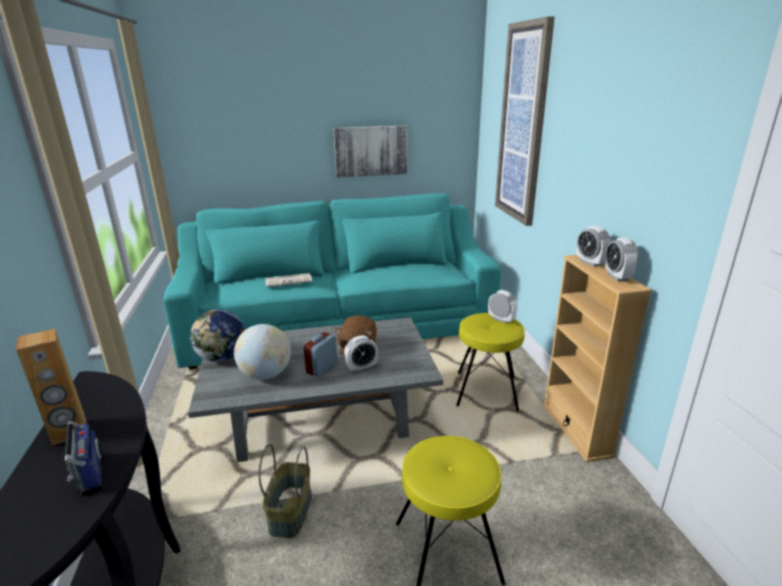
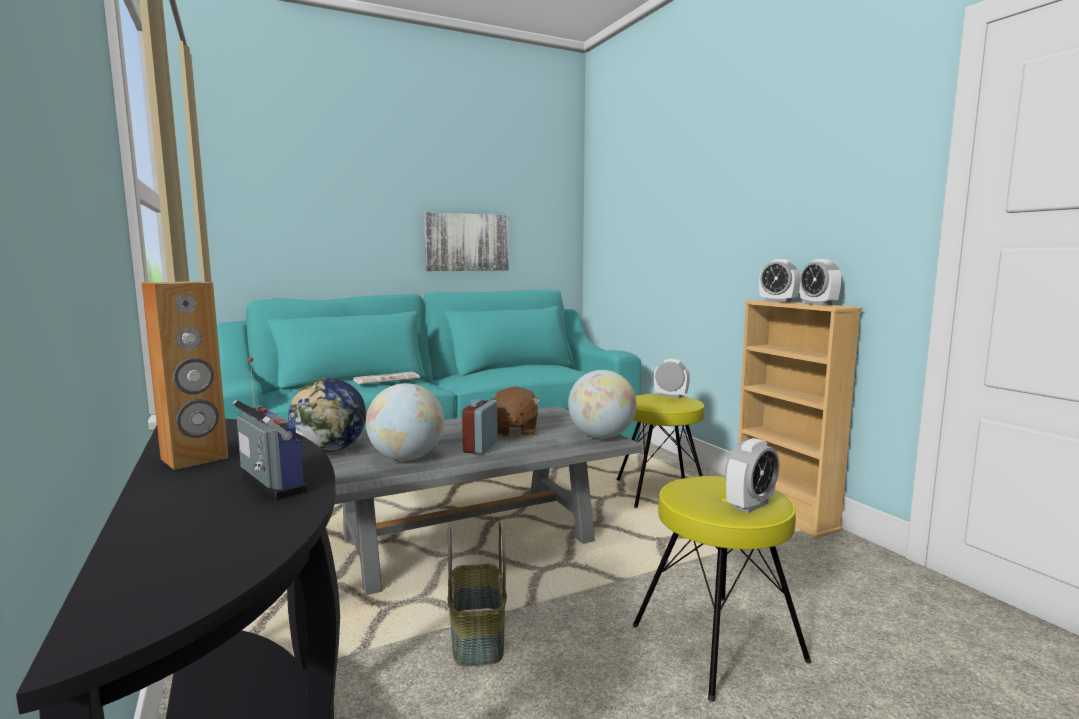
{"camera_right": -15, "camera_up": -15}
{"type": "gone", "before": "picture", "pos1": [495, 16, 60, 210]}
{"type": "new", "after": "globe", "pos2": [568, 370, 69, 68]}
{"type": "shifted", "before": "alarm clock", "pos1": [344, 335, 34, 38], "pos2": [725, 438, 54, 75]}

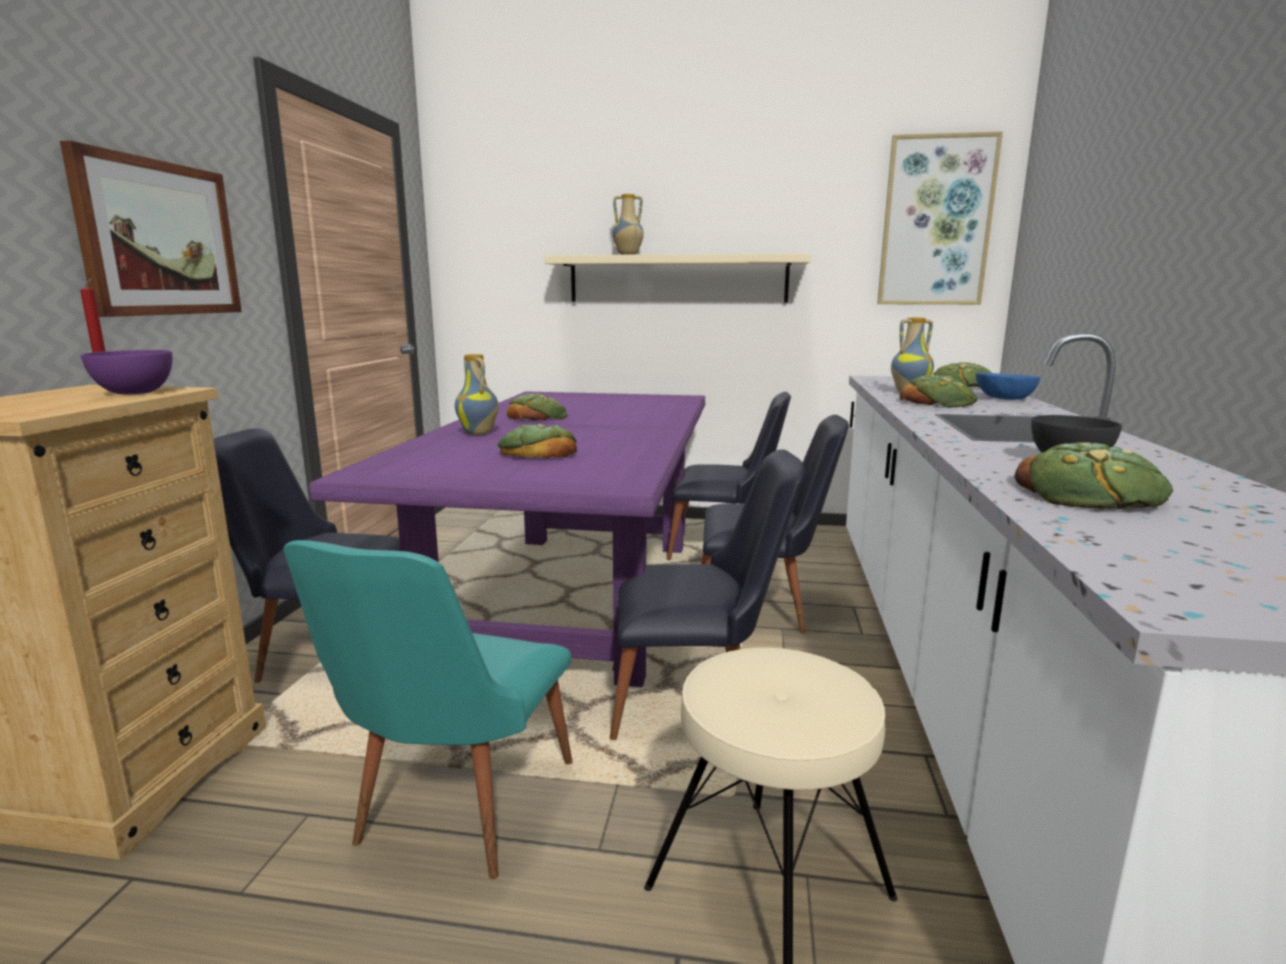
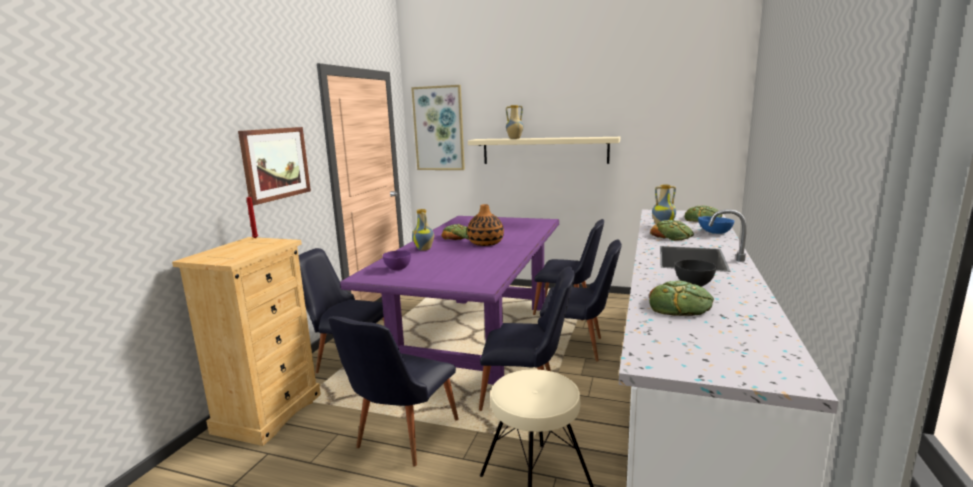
{"camera_right": 10, "camera_up": 0}
{"type": "gone", "before": "bread", "pos1": [498, 424, 79, 34]}
{"type": "new", "after": "vase", "pos2": [467, 204, 37, 42]}
{"type": "shifted", "before": "bowl (purple)", "pos1": [81, 350, 91, 44], "pos2": [382, 250, 29, 20]}
{"type": "shifted", "before": "picture", "pos1": [877, 131, 126, 174], "pos2": [411, 85, 54, 85]}
{"type": "repainted", "before": "chair (turquoise)", "after": "chair (black)", "pos1": [284, 540, 288, 339], "pos2": [328, 316, 131, 150]}

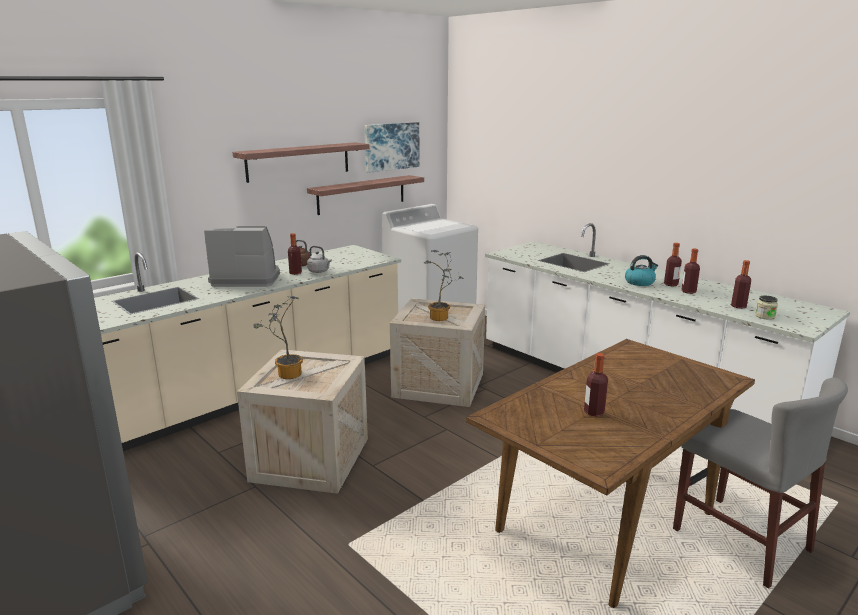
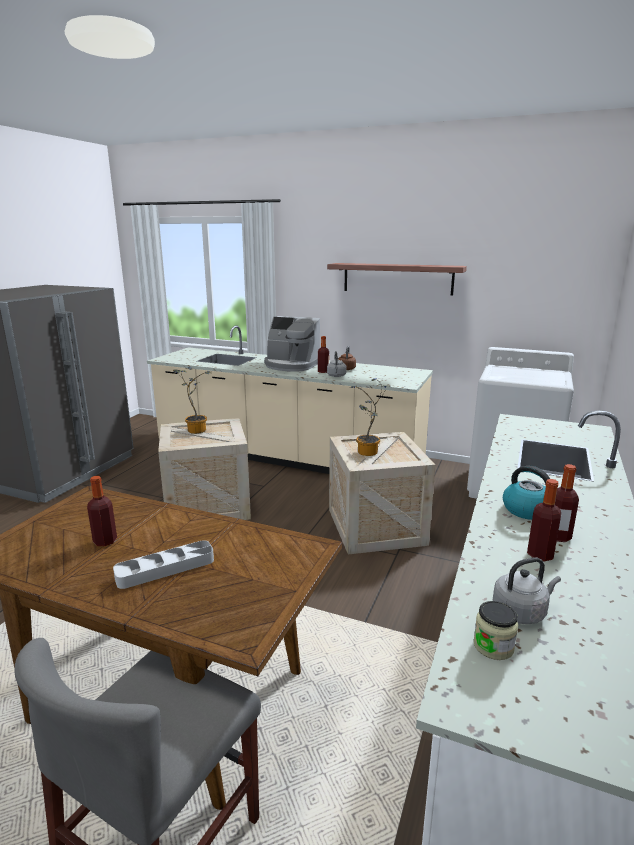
{"camera_right": 65, "camera_up": 0}
{"type": "gone", "before": "shelf", "pos1": [307, 175, 117, 40]}
{"type": "gone", "before": "picture", "pos1": [365, 122, 54, 51]}
{"type": "new", "after": "tray (grey)", "pos2": [113, 540, 101, 49]}
{"type": "swapped", "before": "bottle", "after": "kettle (grey)", "pos1": [731, 260, 20, 49], "pos2": [493, 557, 68, 67]}
{"type": "rotated", "before": "coffee machine", "pos1": [204, 226, 76, 61], "pos2": [264, 316, 56, 56], "turn": 135}

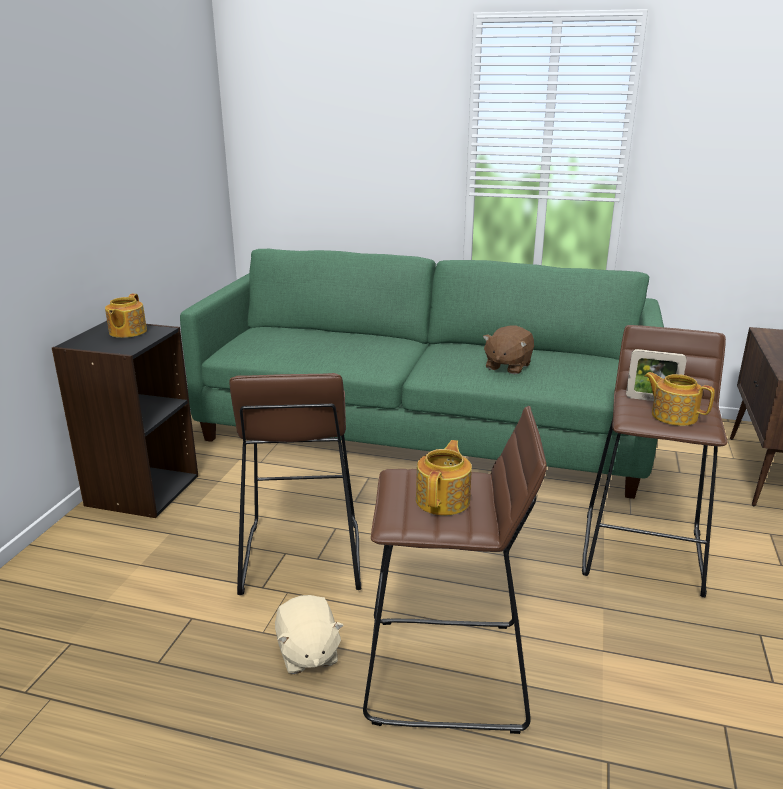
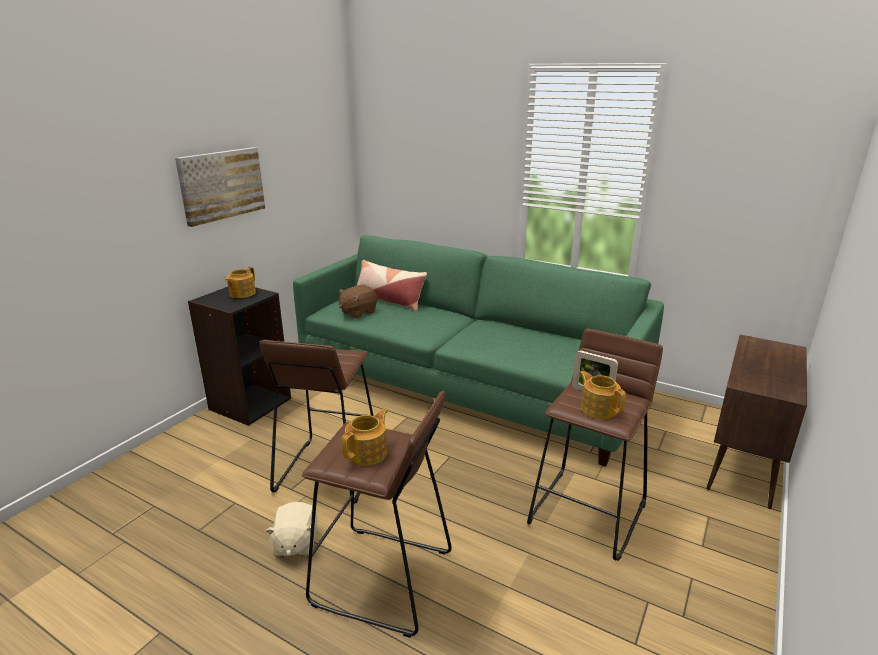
{"camera_right": 15, "camera_up": 0}
{"type": "new", "after": "picture", "pos2": [175, 147, 90, 80]}
{"type": "new", "after": "pillow", "pos2": [357, 260, 70, 52]}
{"type": "shifted", "before": "plush toy (brown)", "pos1": [483, 325, 51, 49], "pos2": [339, 285, 38, 33]}

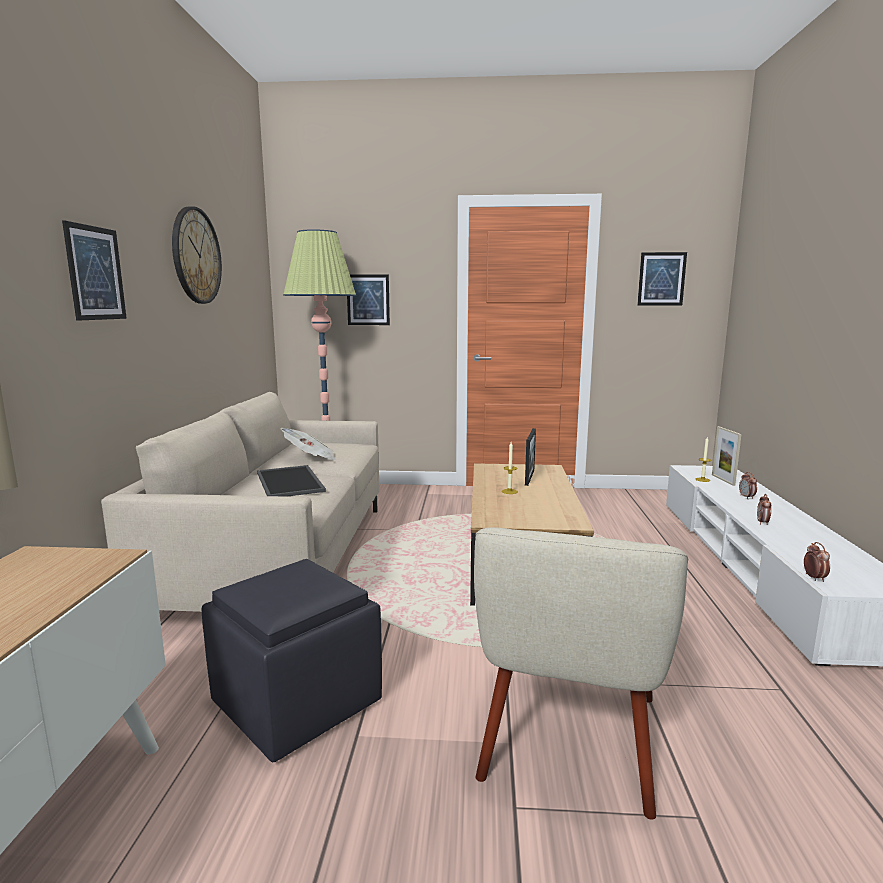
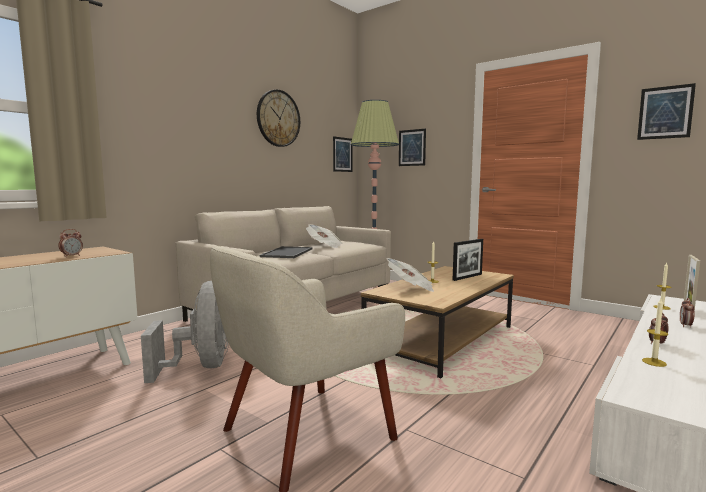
{"camera_right": 35, "camera_up": -5}
{"type": "new", "after": "newspaper", "pos2": [386, 258, 48, 34]}
{"type": "new", "after": "candle", "pos2": [642, 299, 26, 68]}
{"type": "shifted", "before": "picture", "pos1": [62, 220, 65, 101], "pos2": [333, 136, 19, 36]}
{"type": "shifted", "before": "alarm clock", "pos1": [804, 542, 26, 40], "pos2": [58, 229, 25, 28]}
{"type": "swapped", "before": "ottoman (black)", "after": "fan (grey)", "pos1": [202, 559, 180, 203], "pos2": [141, 281, 88, 102]}

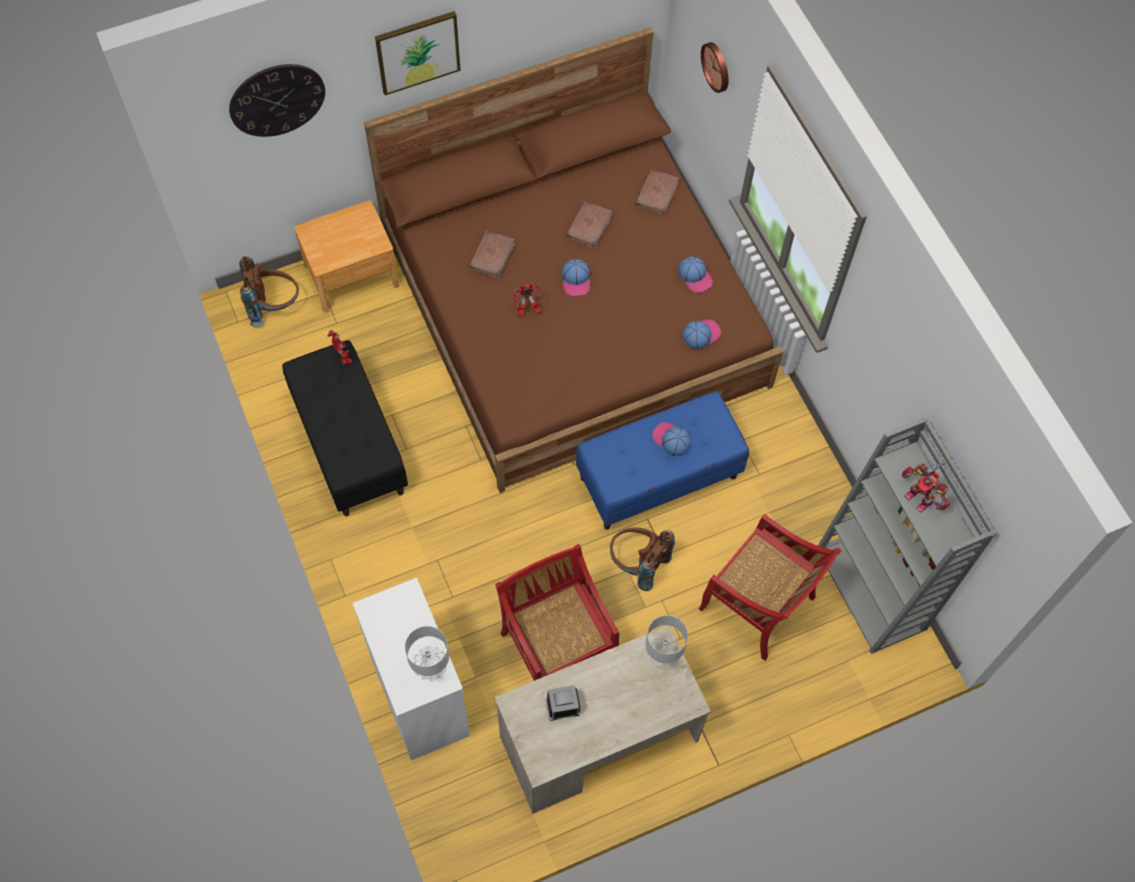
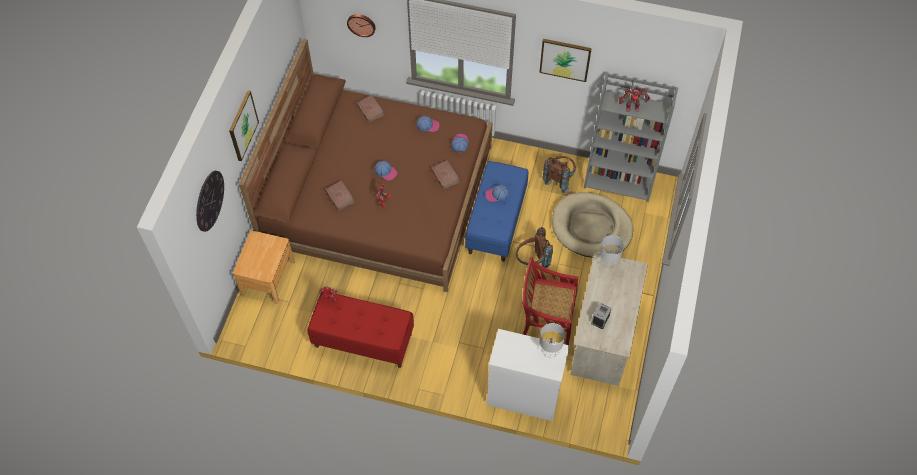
{"camera_right": -50, "camera_up": -5}
{"type": "new", "after": "picture", "pos2": [539, 39, 53, 43]}
{"type": "shifted", "before": "backpack (brown)", "pos1": [239, 256, 60, 71], "pos2": [543, 156, 33, 37]}
{"type": "shifted", "before": "book (brown)", "pos1": [566, 201, 47, 48], "pos2": [431, 160, 29, 29]}
{"type": "swapped", "before": "chair (red)", "after": "dog bed (beige)", "pos1": [699, 514, 143, 147], "pos2": [552, 192, 81, 66]}
{"type": "repainted", "before": "bench (black)", "after": "bench (red)", "pos1": [282, 340, 126, 176], "pos2": [308, 291, 106, 77]}

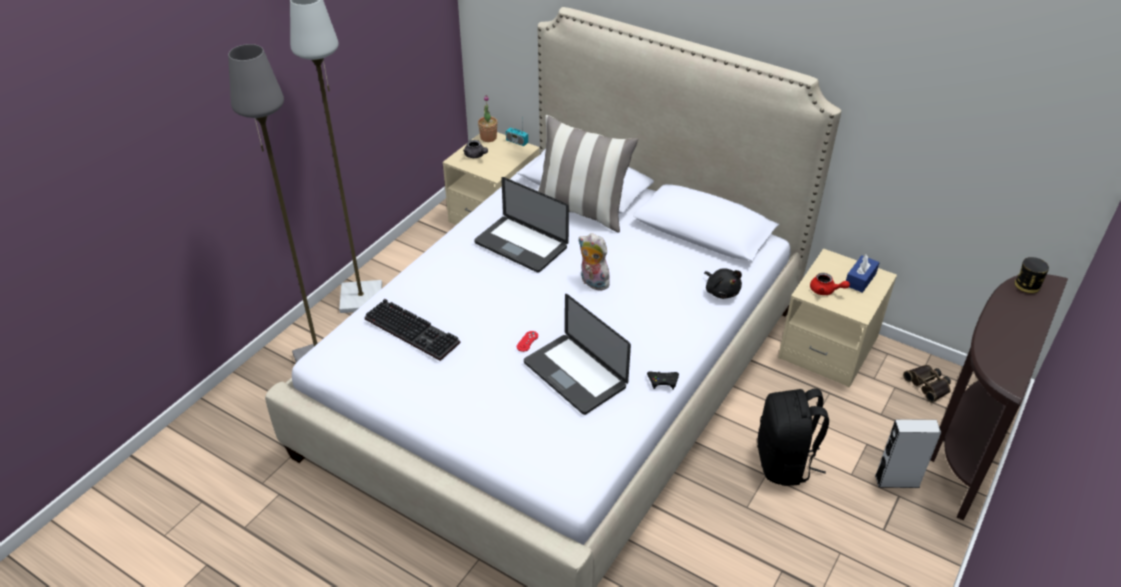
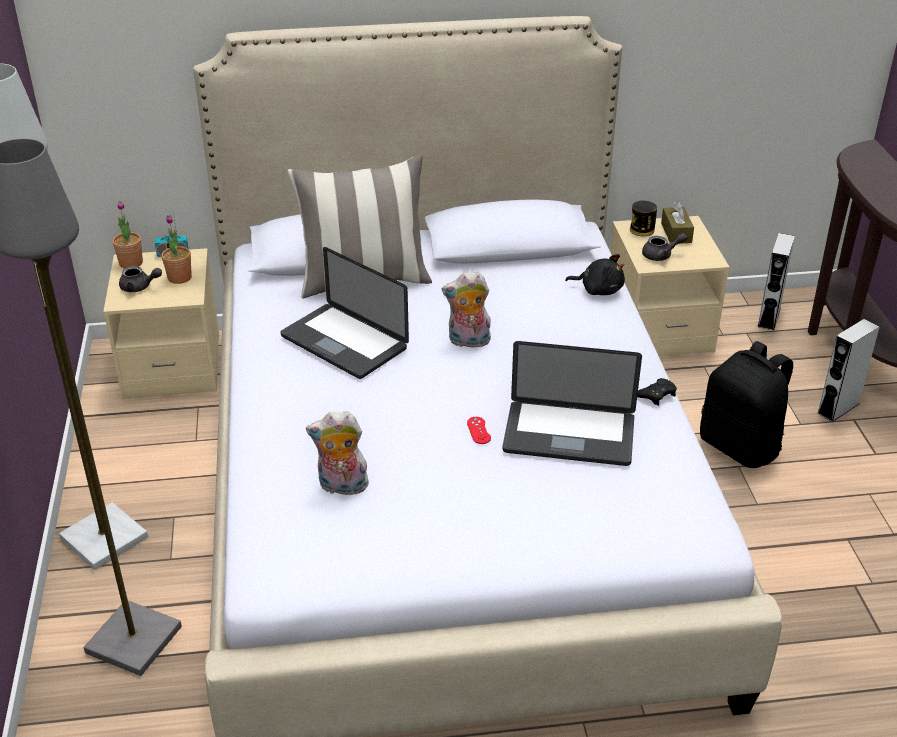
{"camera_right": -40, "camera_up": -5}
{"type": "new", "after": "potted plant", "pos2": [162, 215, 30, 69]}
{"type": "shifted", "before": "can", "pos1": [1014, 257, 35, 36], "pos2": [630, 201, 27, 35]}
{"type": "swapped", "before": "keyboard", "after": "plush toy", "pos1": [364, 299, 96, 62], "pos2": [306, 411, 63, 84]}
{"type": "swapped", "before": "binoculars", "after": "speaker (grey)", "pos1": [903, 365, 48, 38], "pos2": [757, 233, 38, 97]}
{"type": "repainted", "before": "teapot (red)", "after": "teapot (grey)", "pos1": [810, 273, 40, 22], "pos2": [642, 233, 45, 28]}
{"type": "repainted", "before": "tissue box (blue)", "after": "tissue box (brown)", "pos1": [846, 254, 34, 39], "pos2": [661, 202, 33, 41]}
{"type": "rotated", "before": "laptop", "pos1": [474, 177, 95, 96], "pos2": [280, 247, 129, 132], "turn": 45}

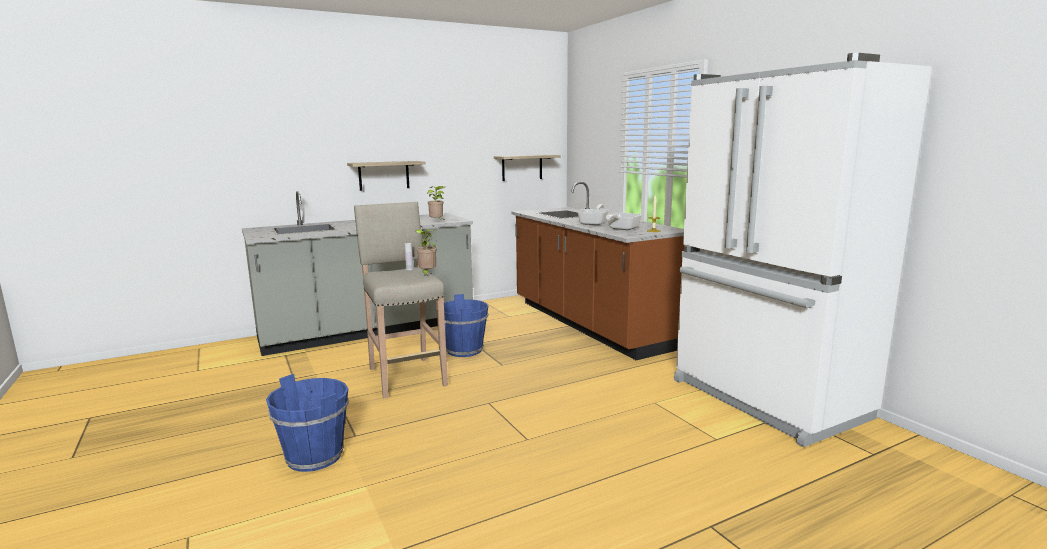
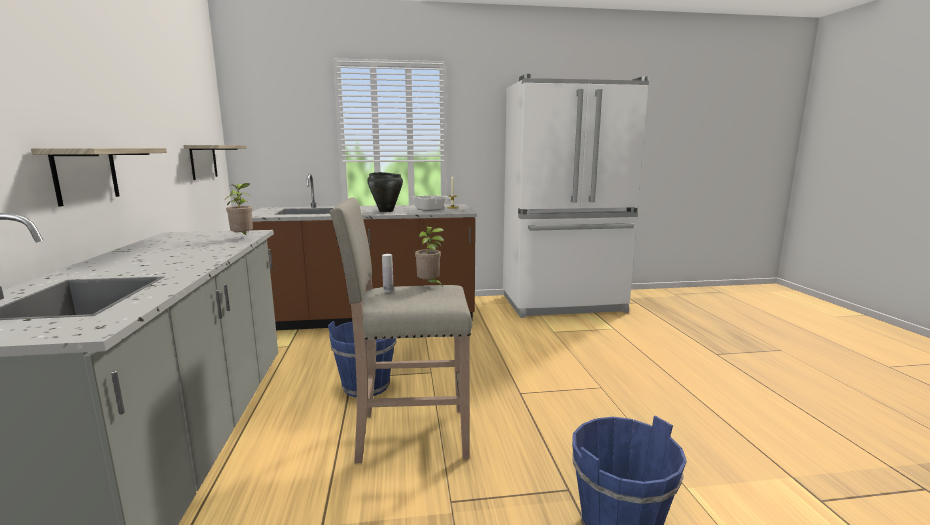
{"camera_right": -70, "camera_up": 0}
{"type": "swapped", "before": "frying pan", "after": "cooking pot (black)", "pos1": [577, 204, 32, 21], "pos2": [367, 172, 36, 40]}

